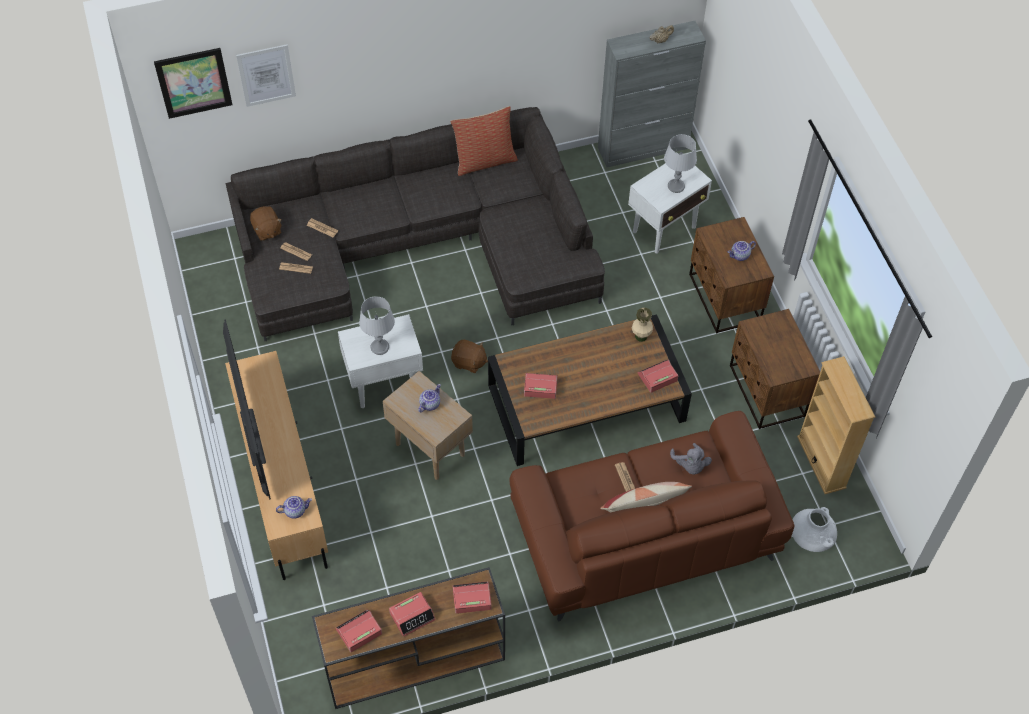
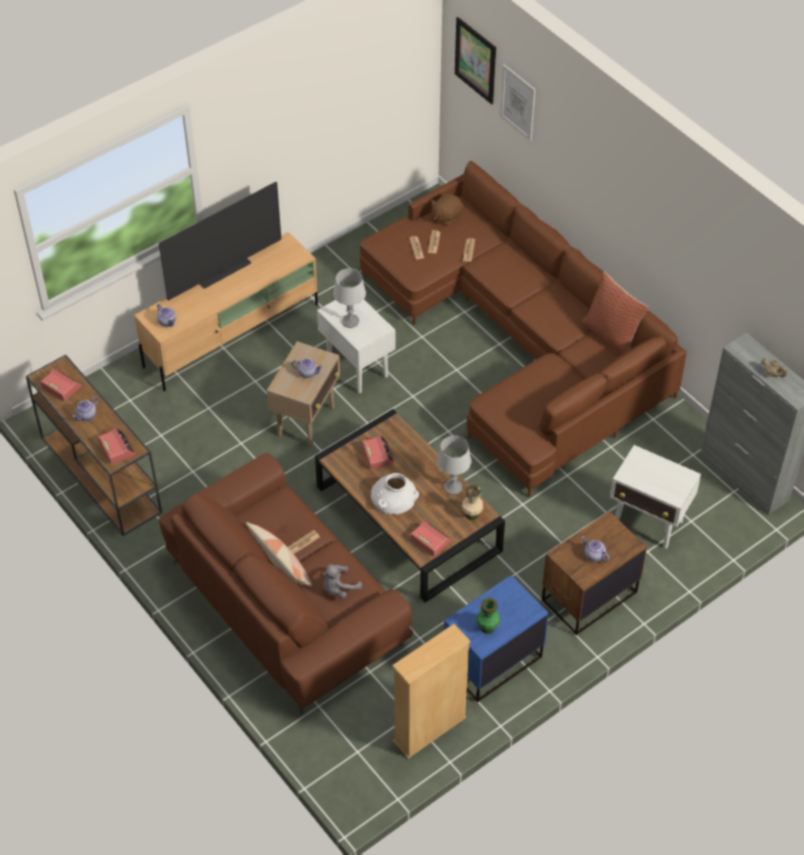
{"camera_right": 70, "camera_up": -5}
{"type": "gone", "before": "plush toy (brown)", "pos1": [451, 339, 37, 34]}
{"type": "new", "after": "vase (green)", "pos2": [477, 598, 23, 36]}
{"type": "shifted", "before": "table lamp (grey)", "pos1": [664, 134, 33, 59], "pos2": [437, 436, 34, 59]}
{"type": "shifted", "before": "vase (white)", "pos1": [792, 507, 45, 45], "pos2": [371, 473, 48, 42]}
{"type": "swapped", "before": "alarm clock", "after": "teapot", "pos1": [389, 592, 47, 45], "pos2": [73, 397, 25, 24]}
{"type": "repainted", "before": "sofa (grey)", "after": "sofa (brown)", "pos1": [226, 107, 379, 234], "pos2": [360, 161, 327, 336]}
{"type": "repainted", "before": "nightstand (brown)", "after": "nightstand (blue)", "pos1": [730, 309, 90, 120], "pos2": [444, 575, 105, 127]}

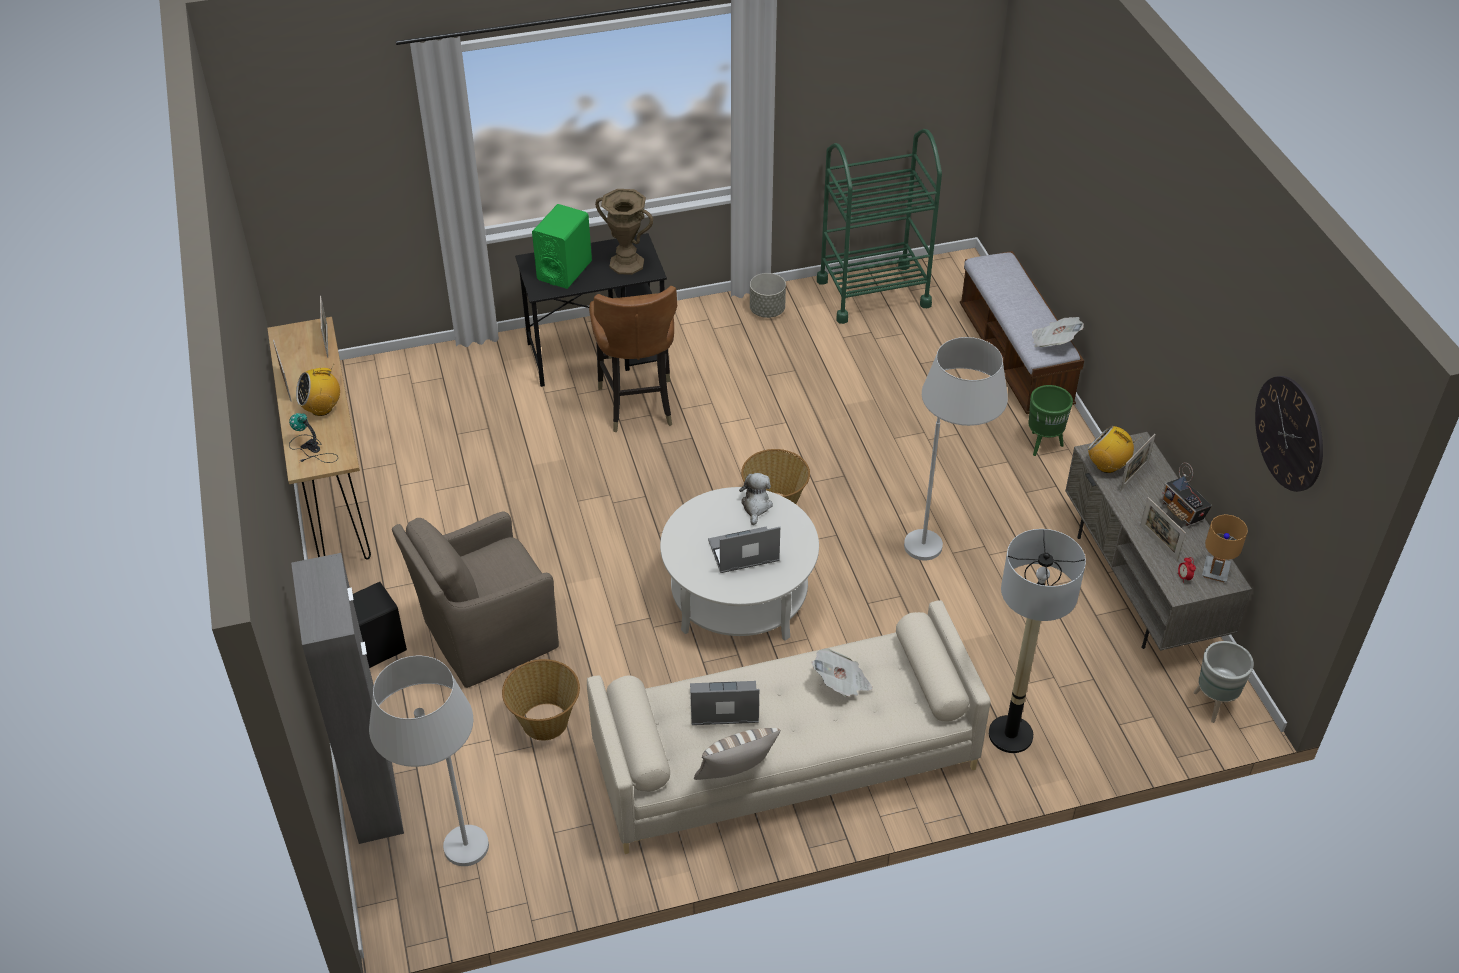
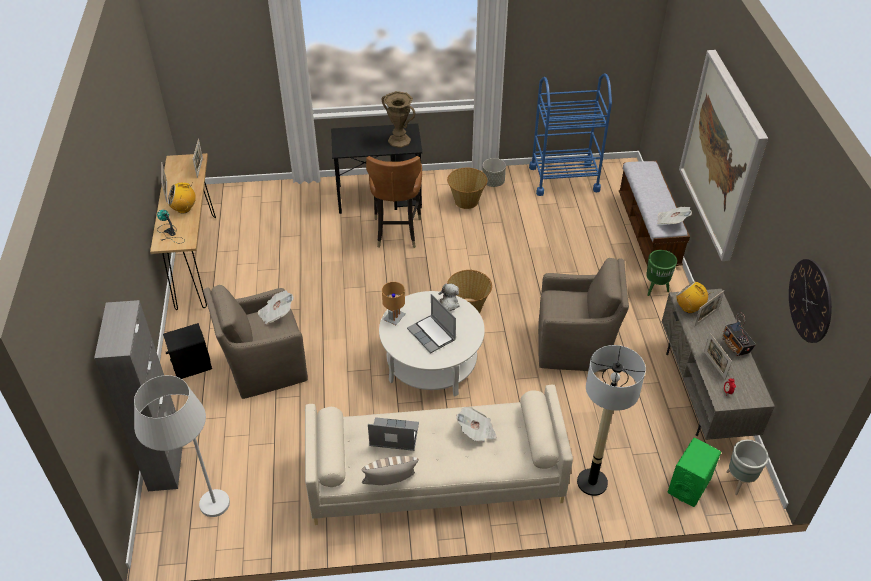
{"camera_right": 10, "camera_up": 0}
{"type": "new", "after": "newspaper", "pos2": [258, 290, 36, 34]}
{"type": "new", "after": "picture", "pos2": [679, 50, 89, 211]}
{"type": "shifted", "before": "basket", "pos1": [502, 659, 78, 81], "pos2": [447, 168, 40, 41]}
{"type": "shifted", "before": "speaker (green)", "pos1": [532, 204, 60, 85], "pos2": [668, 438, 53, 69]}
{"type": "shifted", "before": "table lamp (brown)", "pos1": [1202, 514, 46, 68], "pos2": [382, 282, 24, 43]}
{"type": "swapped", "before": "floor lamp (white)", "after": "armchair (brown)", "pos1": [904, 337, 104, 224], "pos2": [538, 258, 91, 114]}
{"type": "repainted", "before": "cart (green)", "after": "cart (blue)", "pos1": [817, 129, 125, 195], "pos2": [529, 73, 83, 123]}
{"type": "rotated", "before": "laptop", "pos1": [708, 526, 72, 47], "pos2": [407, 294, 49, 60], "turn": -120}

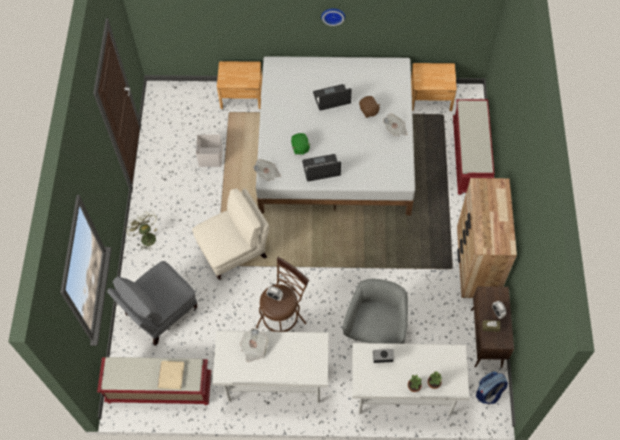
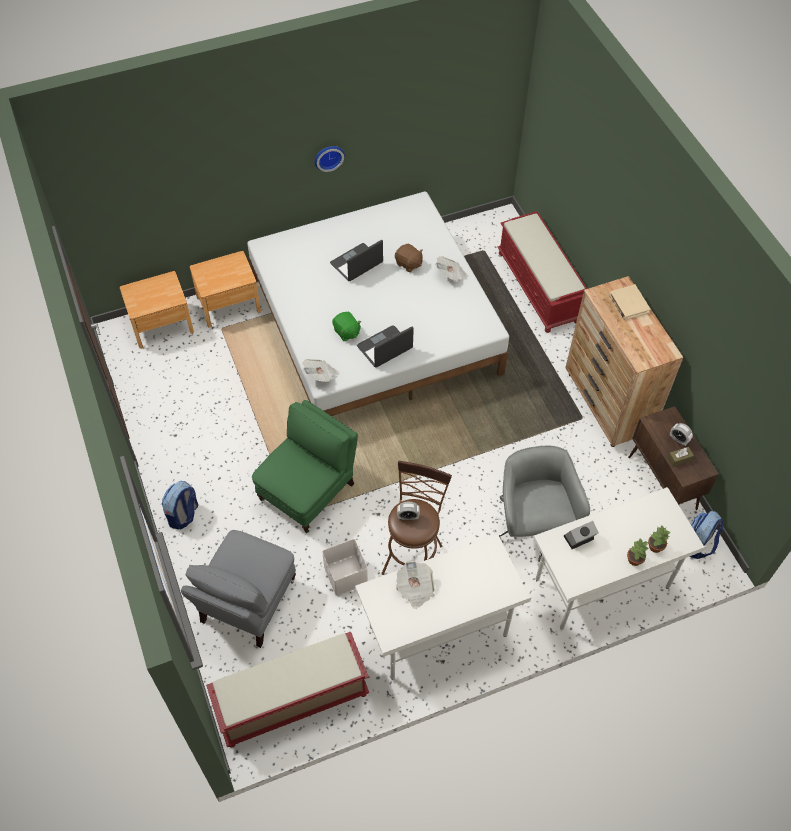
{"camera_right": -25, "camera_up": -5}
{"type": "shifted", "before": "book (beige)", "pos1": [158, 361, 26, 29], "pos2": [609, 284, 42, 36]}
{"type": "shifted", "before": "storage box (white)", "pos1": [196, 135, 27, 32], "pos2": [322, 539, 46, 57]}
{"type": "shifted", "before": "nightstand (brown)", "pos1": [411, 63, 46, 48], "pos2": [120, 271, 74, 78]}
{"type": "swapped", "before": "fan (green)", "after": "backpack", "pos1": [125, 211, 32, 39], "pos2": [162, 481, 36, 49]}
{"type": "repainted", "before": "armchair (beige)", "after": "armchair (green)", "pos1": [192, 188, 77, 92], "pos2": [252, 400, 106, 133]}

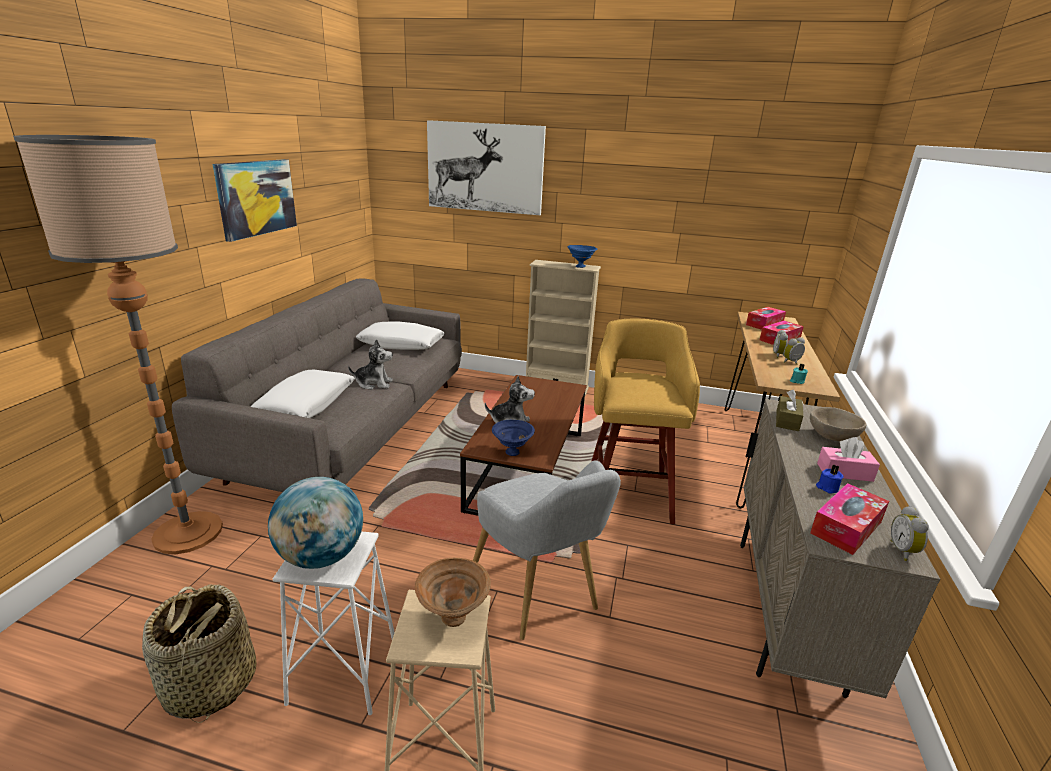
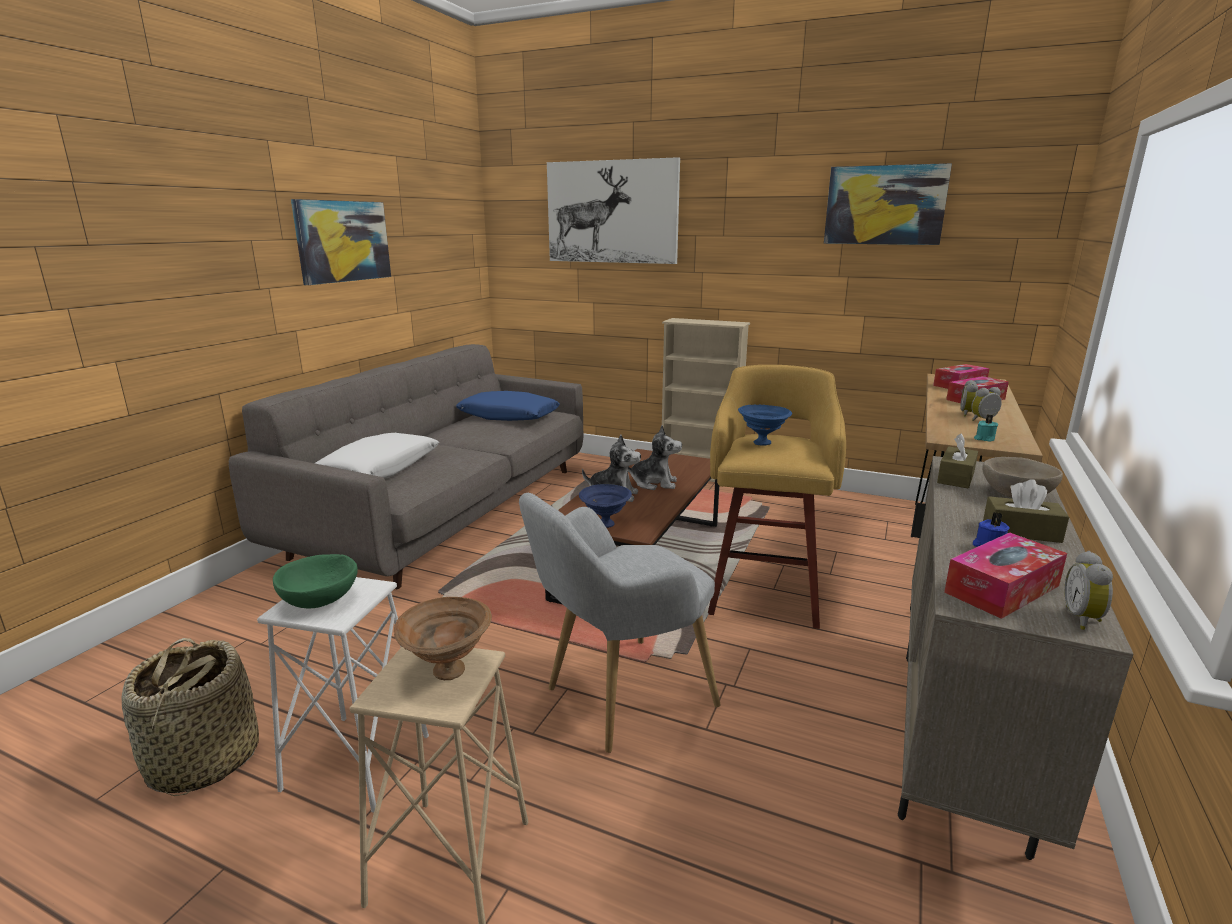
{"camera_right": 10, "camera_up": -5}
{"type": "gone", "before": "floor lamp", "pos1": [13, 135, 210, 419]}
{"type": "new", "after": "picture", "pos2": [824, 163, 128, 82]}
{"type": "shifted", "before": "plush toy", "pos1": [348, 339, 45, 51], "pos2": [628, 425, 54, 65]}
{"type": "shifted", "before": "bowl (blue)", "pos1": [567, 245, 30, 23], "pos2": [738, 405, 54, 41]}
{"type": "swapped", "before": "globe", "after": "bowl (green)", "pos1": [268, 477, 95, 92], "pos2": [273, 554, 85, 54]}
{"type": "repainted", "before": "pillow (white)", "after": "pillow (blue)", "pos1": [356, 321, 89, 29], "pos2": [456, 391, 104, 30]}
{"type": "repainted", "before": "tissue box (pink)", "after": "tissue box (brown)", "pos1": [817, 437, 63, 45], "pos2": [983, 479, 86, 64]}
{"type": "rotated", "before": "armchair (grey)", "pos1": [473, 460, 148, 180], "pos2": [519, 493, 201, 260], "turn": 75}

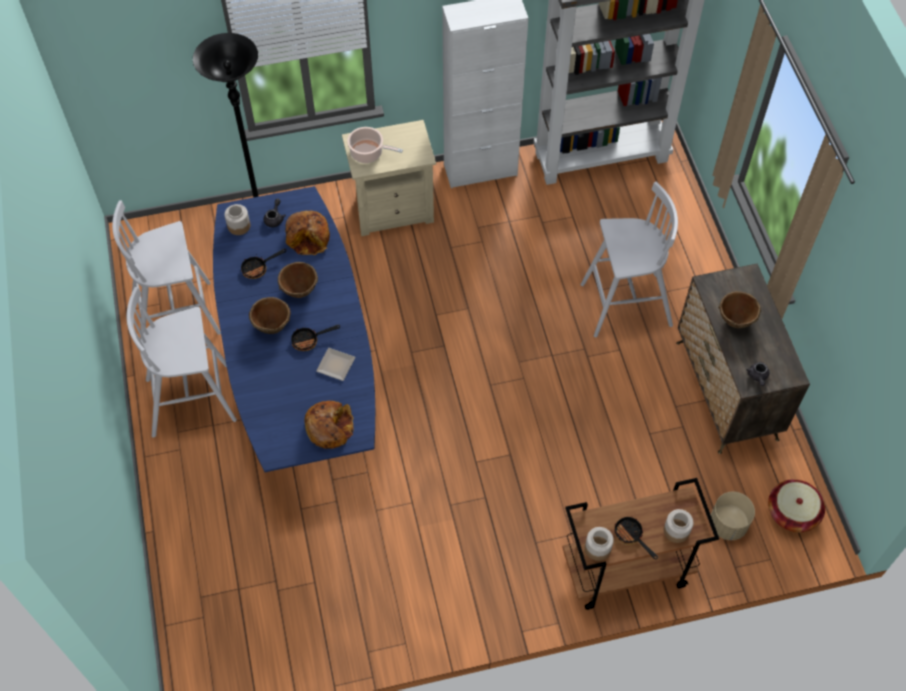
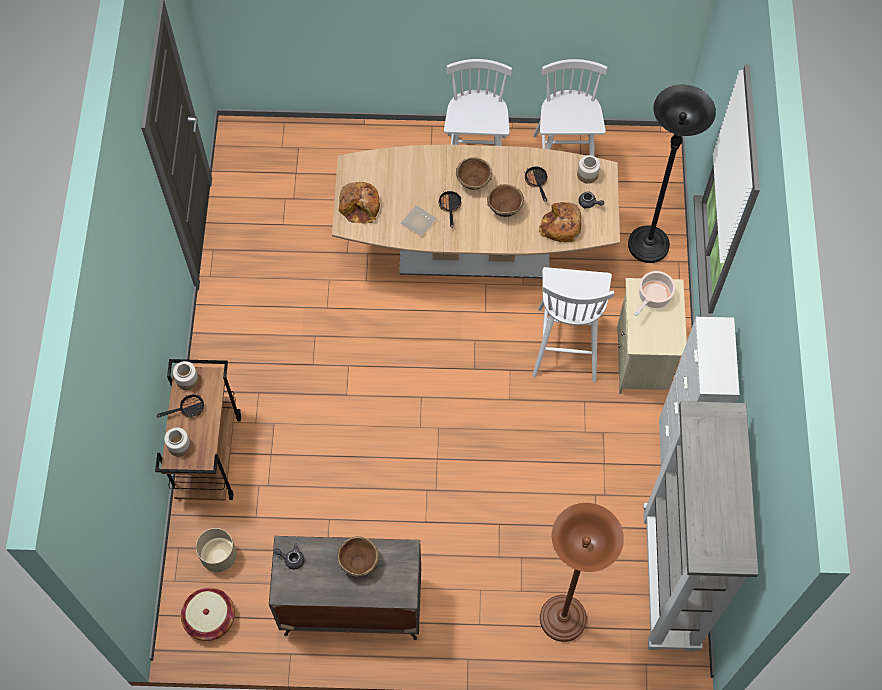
{"camera_right": 105, "camera_up": 5}
{"type": "new", "after": "floor lamp (brown)", "pos2": [540, 503, 84, 139]}
{"type": "shifted", "before": "stool (white)", "pos1": [580, 182, 98, 156], "pos2": [533, 267, 81, 115]}
{"type": "repainted", "before": "dining table (blue)", "after": "dining table (brown)", "pos1": [213, 186, 162, 286], "pos2": [332, 145, 288, 133]}

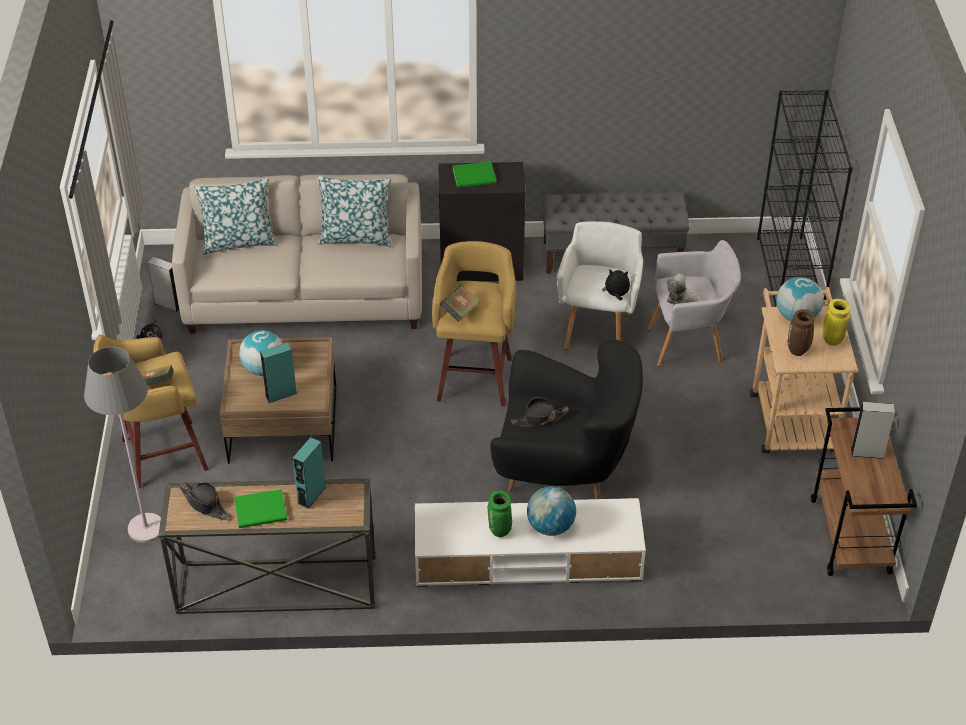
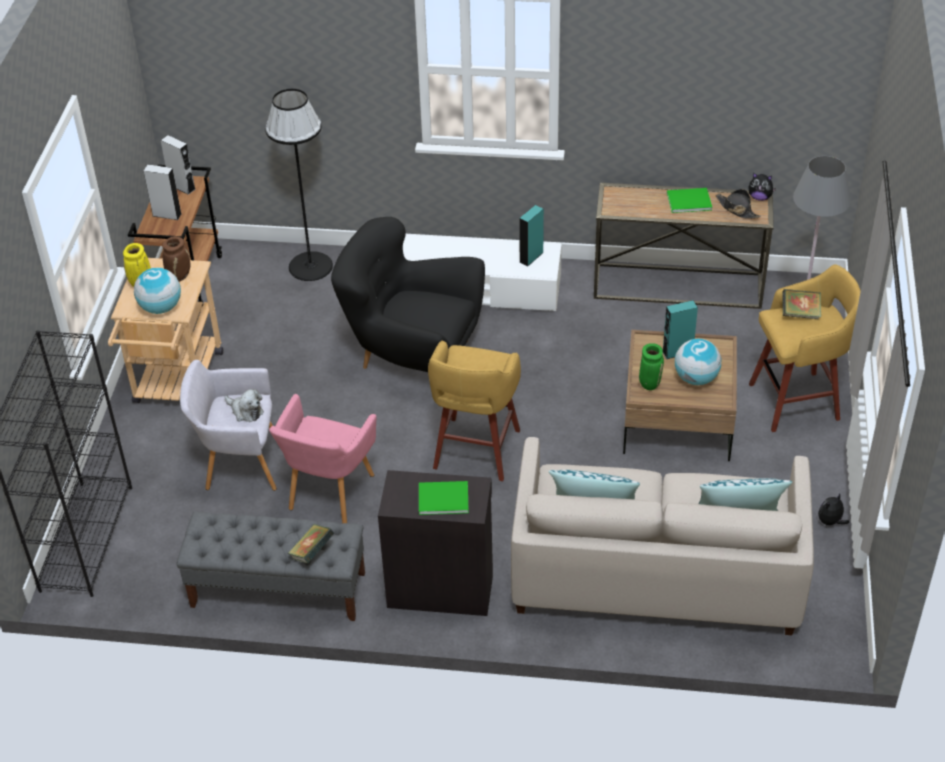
{"camera_right": -170, "camera_up": 0}
{"type": "gone", "before": "hat (black)", "pos1": [511, 397, 58, 30]}
{"type": "gone", "before": "globe", "pos1": [527, 486, 49, 50]}
{"type": "new", "after": "floor lamp (black)", "pos2": [265, 89, 68, 192]}
{"type": "shifted", "before": "speaker (grey)", "pos1": [148, 257, 31, 55], "pos2": [161, 135, 34, 60]}
{"type": "shifted", "before": "speaker (turquoise)", "pos1": [293, 437, 33, 72], "pos2": [519, 205, 25, 61]}
{"type": "shifted", "before": "book", "pos1": [440, 285, 40, 37], "pos2": [288, 524, 46, 40]}
{"type": "shifted", "before": "vase (green)", "pos1": [488, 490, 24, 47], "pos2": [639, 343, 25, 47]}
{"type": "shifted", "before": "plush toy", "pos1": [602, 269, 28, 31], "pos2": [749, 173, 27, 28]}
{"type": "repainted", "before": "armchair (white)", "after": "armchair (pink)", "pos1": [557, 221, 86, 129], "pos2": [269, 394, 107, 129]}

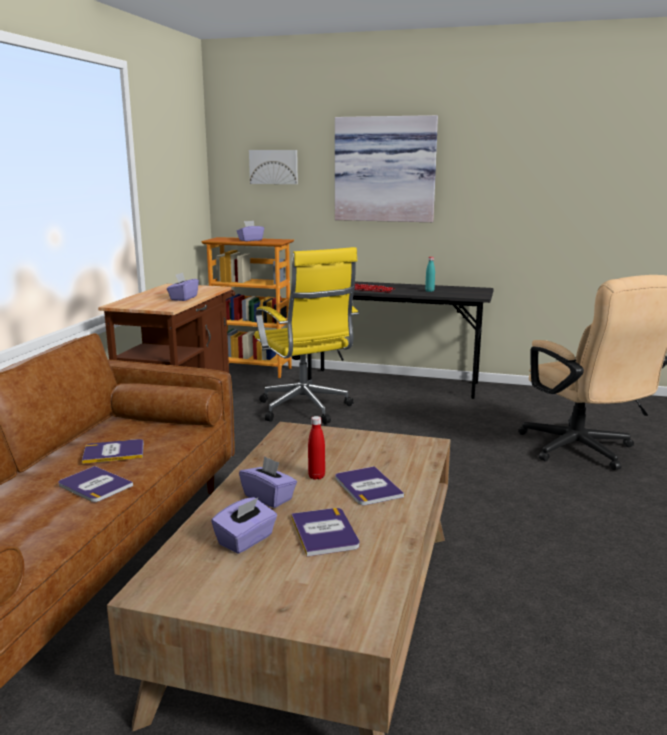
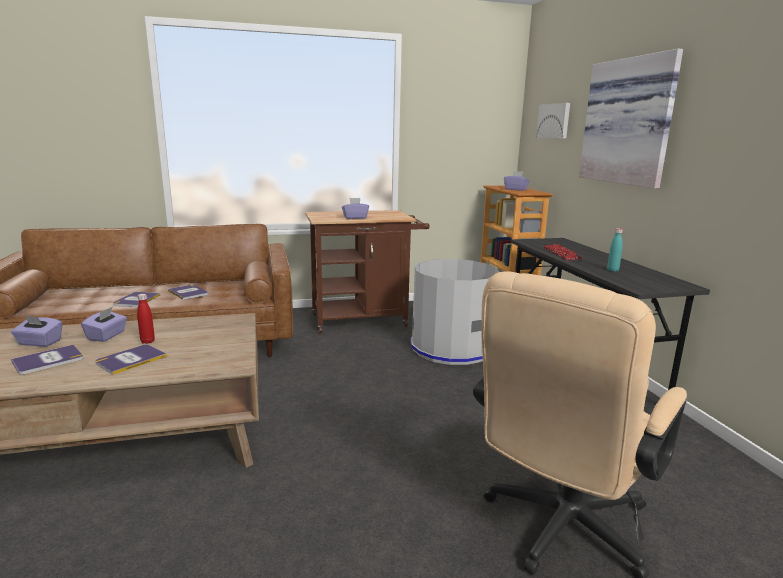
{"camera_right": 60, "camera_up": 0}
{"type": "swapped", "before": "office chair (yellow)", "after": "trash can (grey)", "pos1": [254, 247, 105, 177], "pos2": [410, 259, 89, 106]}

